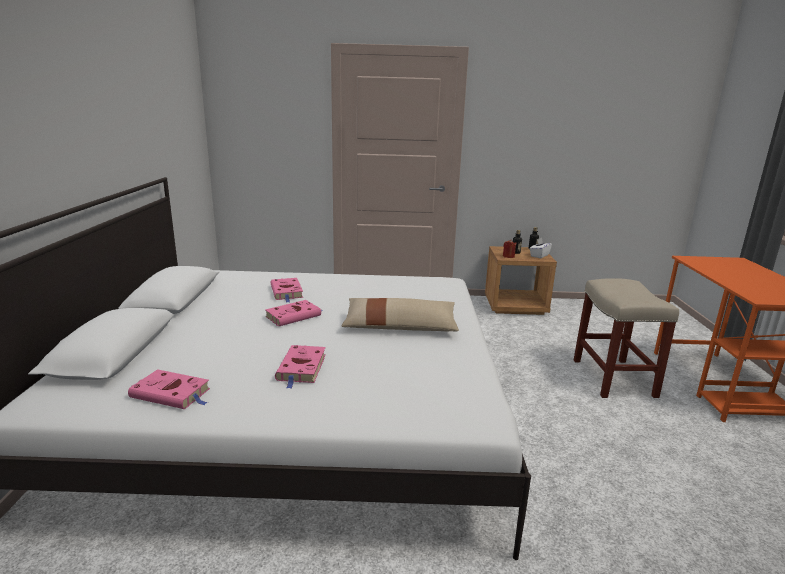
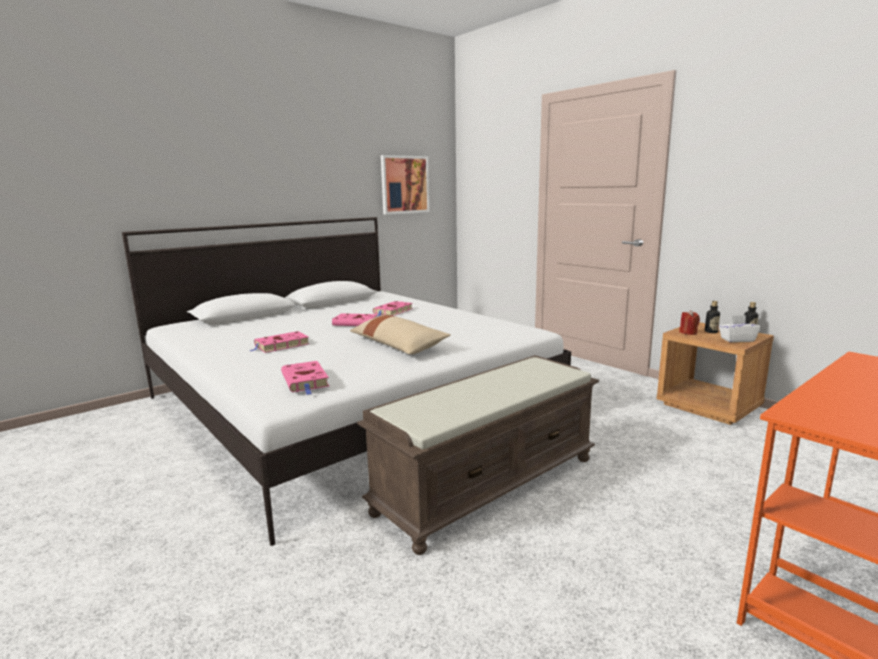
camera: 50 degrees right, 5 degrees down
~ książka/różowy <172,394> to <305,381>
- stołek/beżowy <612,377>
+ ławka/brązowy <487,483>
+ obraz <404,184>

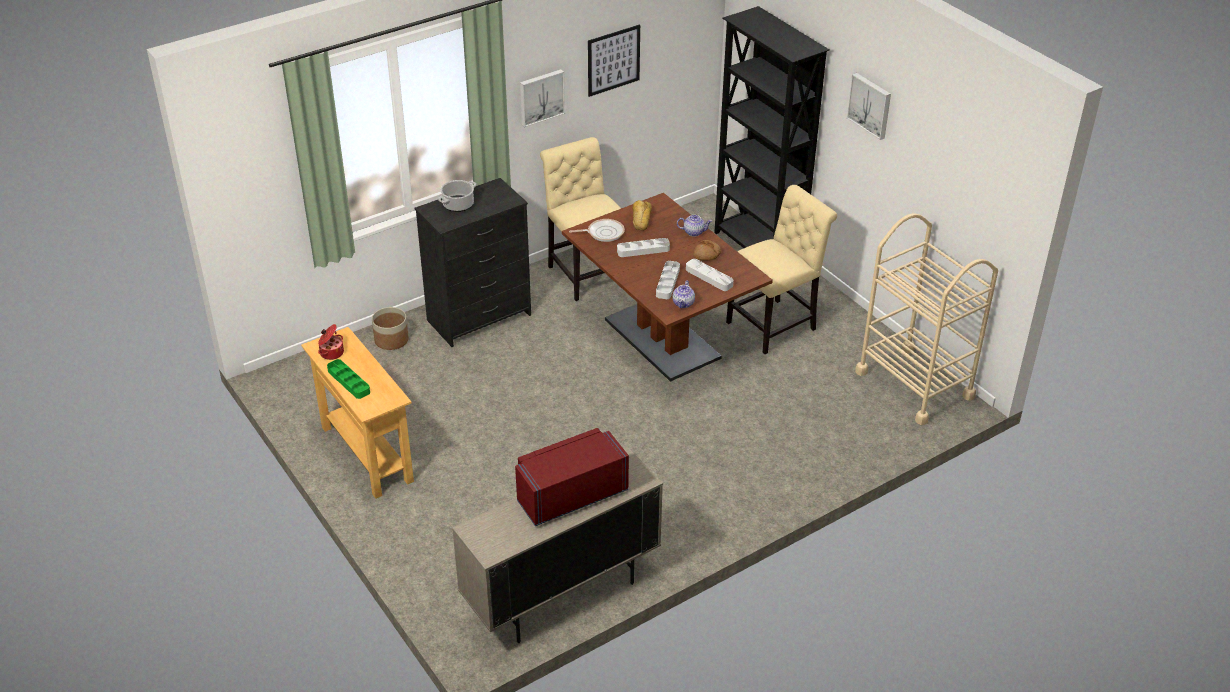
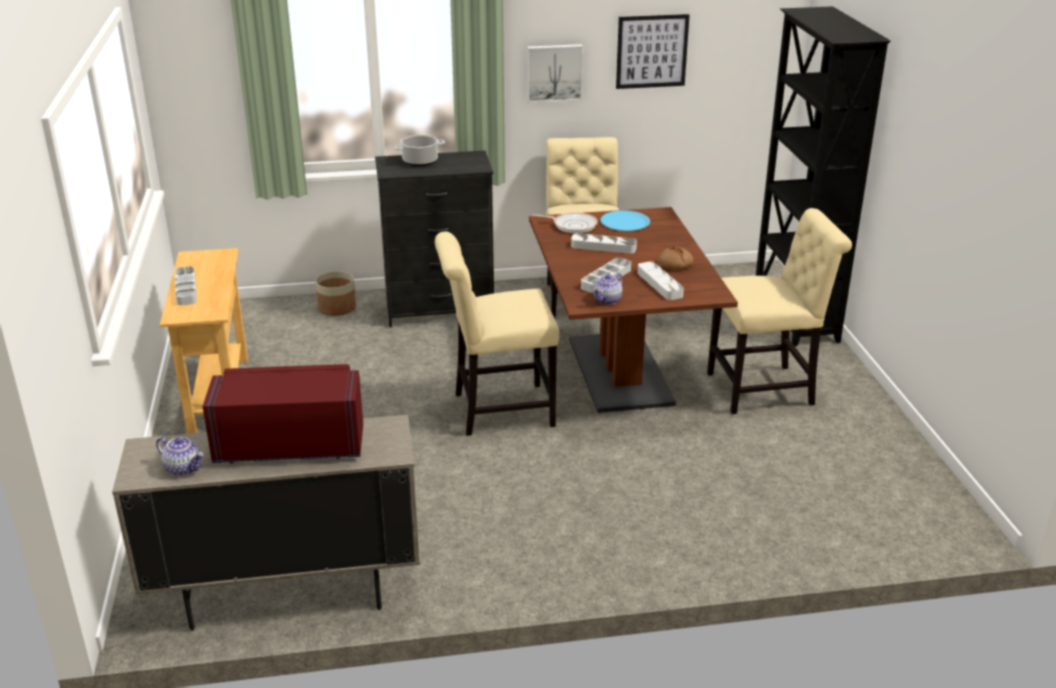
camera: 25 degrees right, 10 degrees down
- garnek <331,352>
~ taca/zielony <348,381> to taca/szary <186,289>
~ chleb <640,219> to talerz/niebieski <625,222>
~ imbryk <694,232> to <184,468>
- obraz <870,105>
- wózek/beżowy <914,384>
+ krzesło/beżowy <497,410>

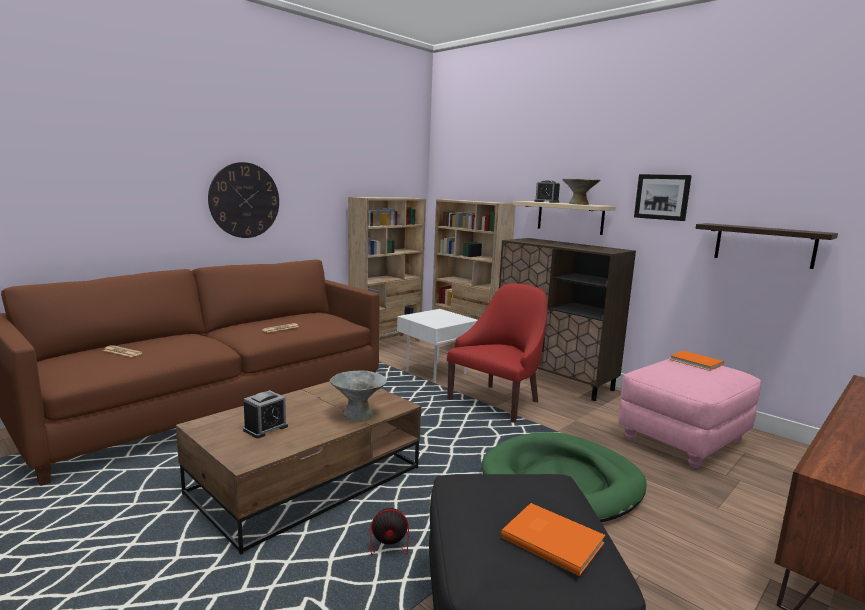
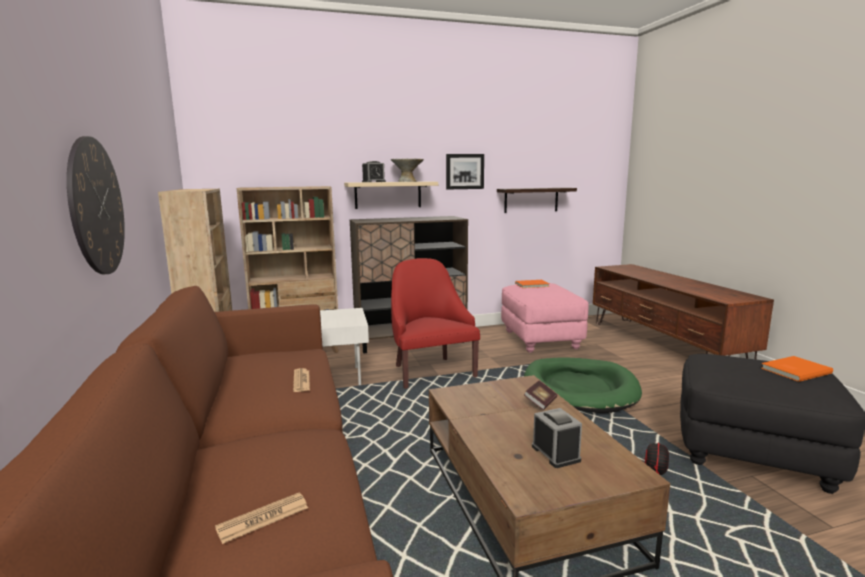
camera: 60 degrees left, 0 degrees up
~ miska/szary <358,414> to książka <540,402>

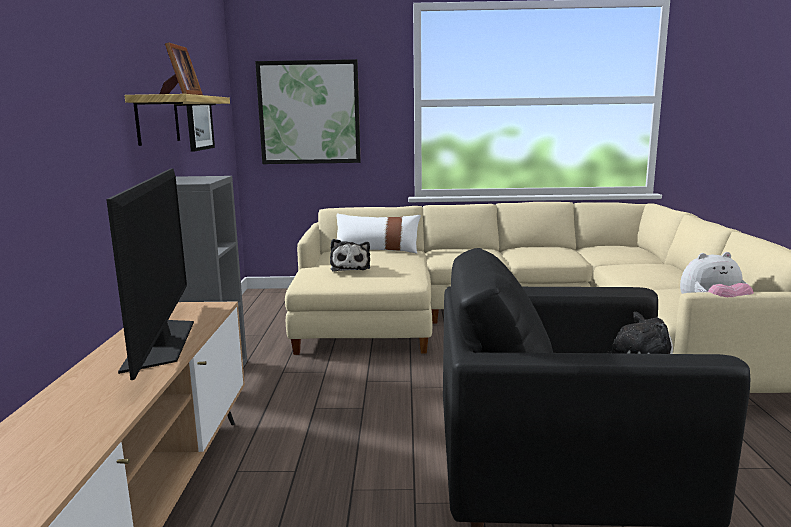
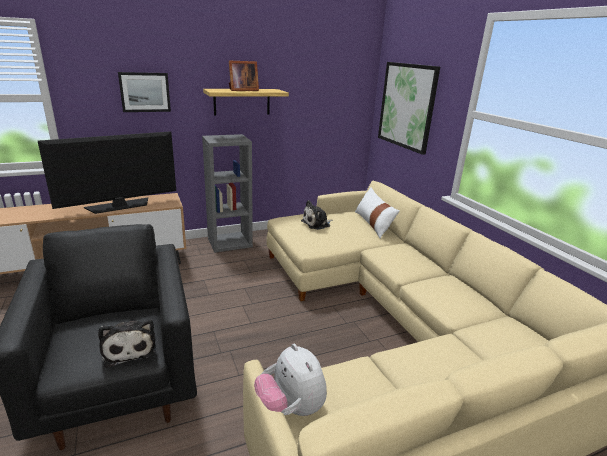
camera: 65 degrees right, 10 degrees up
~ obraz <198,123> to <145,92>

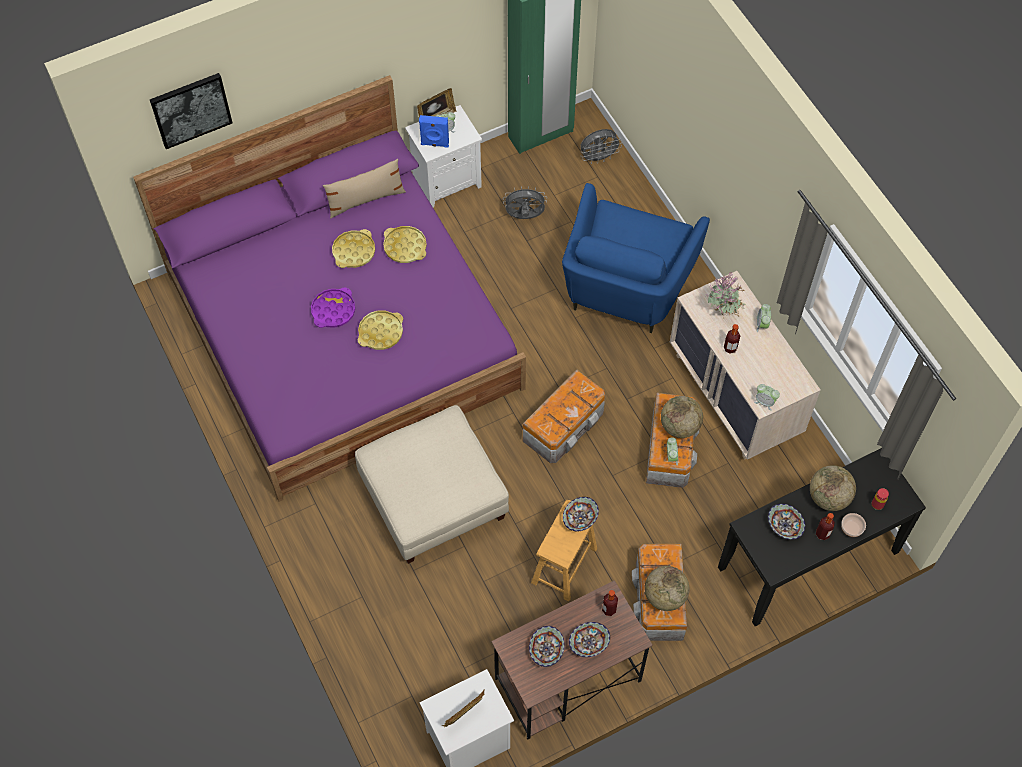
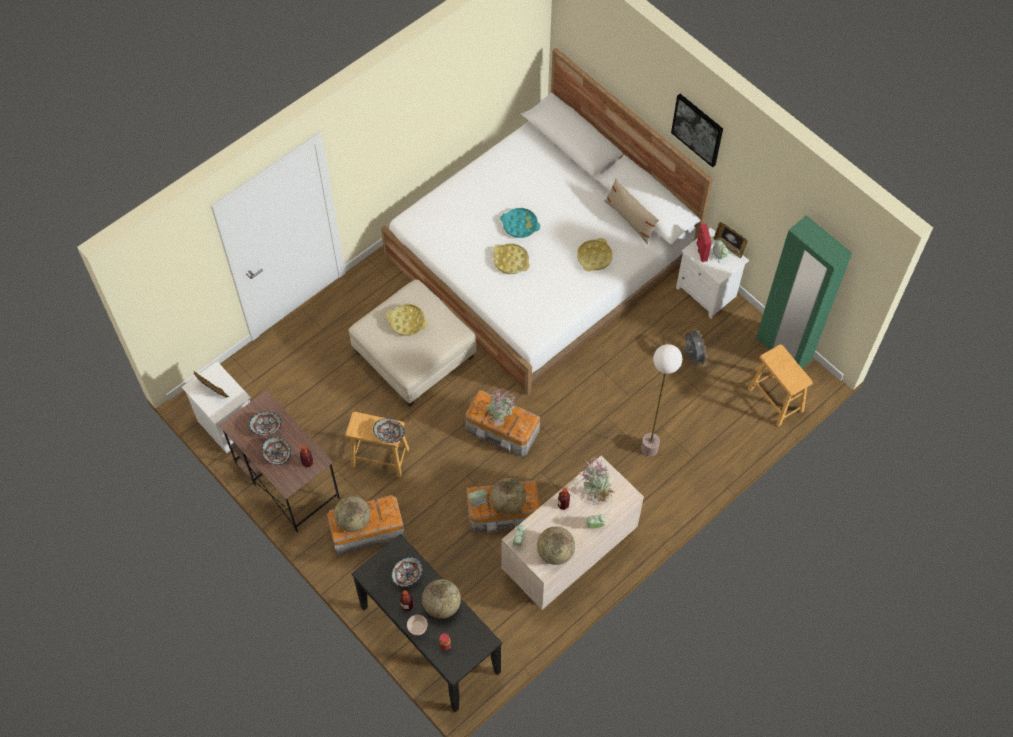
camera: 75 degrees right, 0 degrees up
~ łóżko/fioletowy <343,330> to łóżko/biały <541,258>
~ obraz <191,109> to <698,129>
~ taca/fioletowy <333,310> to taca/turkusowy <520,225>
~ taca/żółty <354,251> to <407,322>
~ głośnik/niebieski <434,144> to głośnik/czerwony <701,252>
~ fotel/niebieski <625,287> to lampa stojąca <649,448>
~ wentylator/szary <598,158> to stołek/brązowy <775,400>
+ roślina doniczkowa <500,418>
+ globus <555,552>

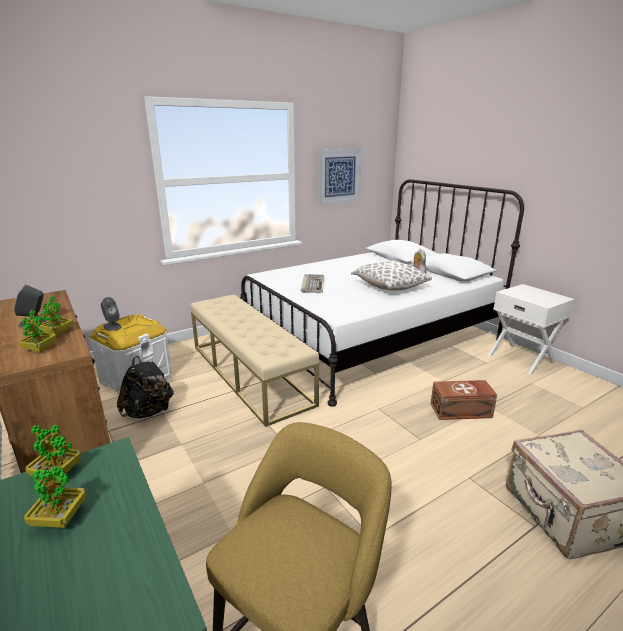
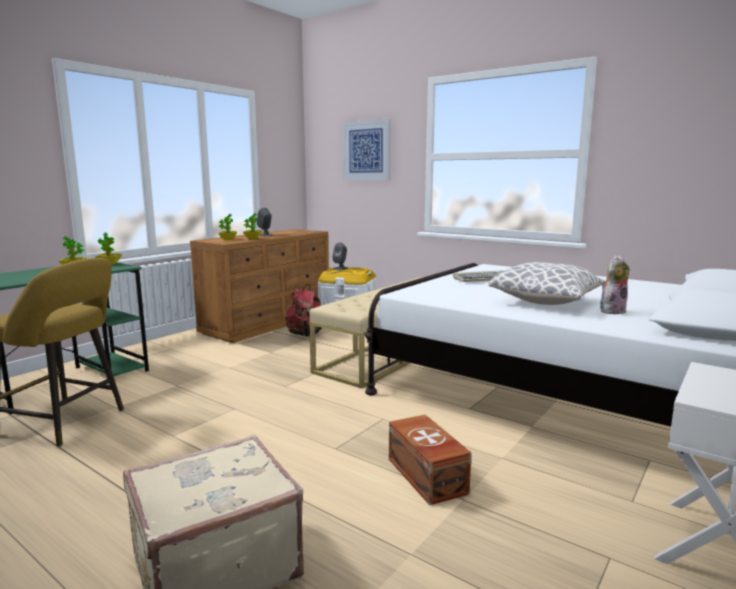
camera: 70 degrees right, 10 degrees down
~ plecak/czarny <148,412> to plecak/czerwony <305,335>
~ obraz <339,176> to <366,150>

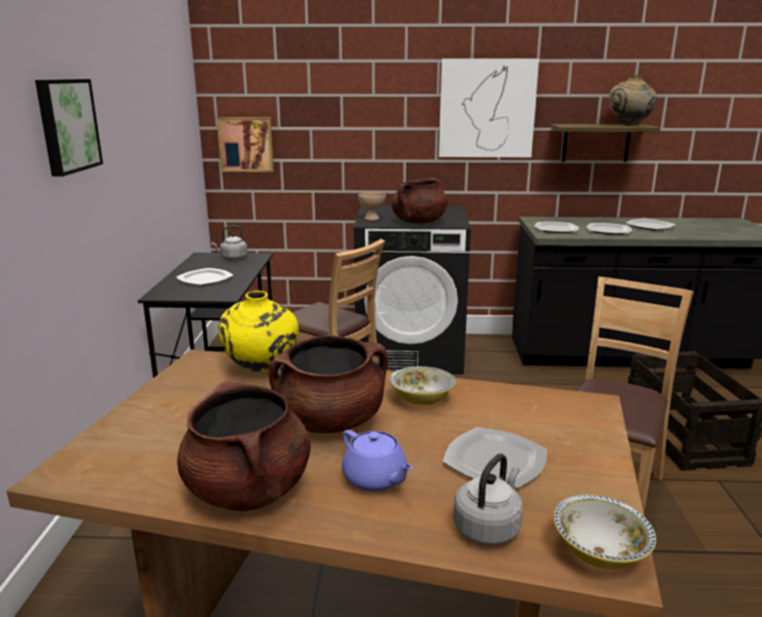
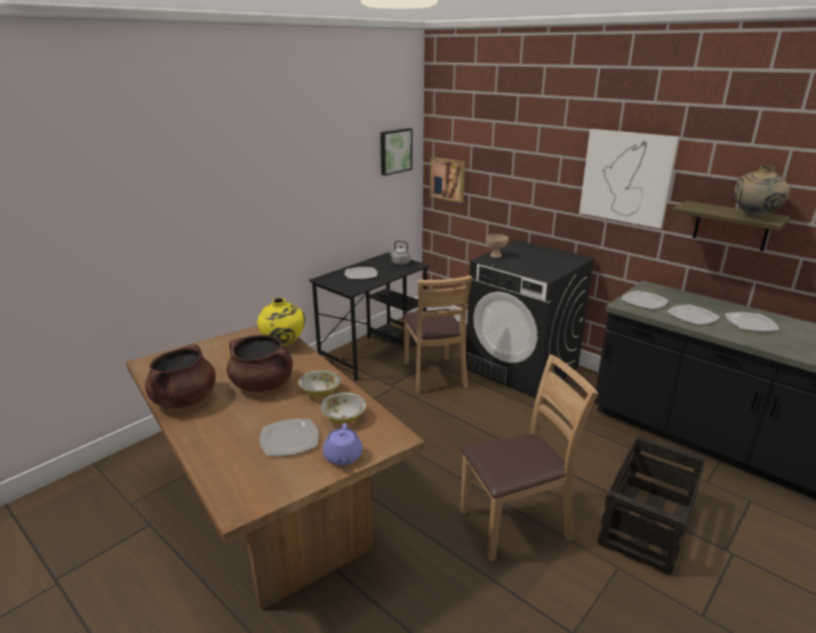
camera: 40 degrees right, 5 degrees up
~ obraz <66,125> to <395,151>
~ imbryk/fioletowy <375,479> to <342,457>
- garnek/brązowy <419,222>
- czajnik/szary <488,527>
~ miska <599,552> to <344,418>

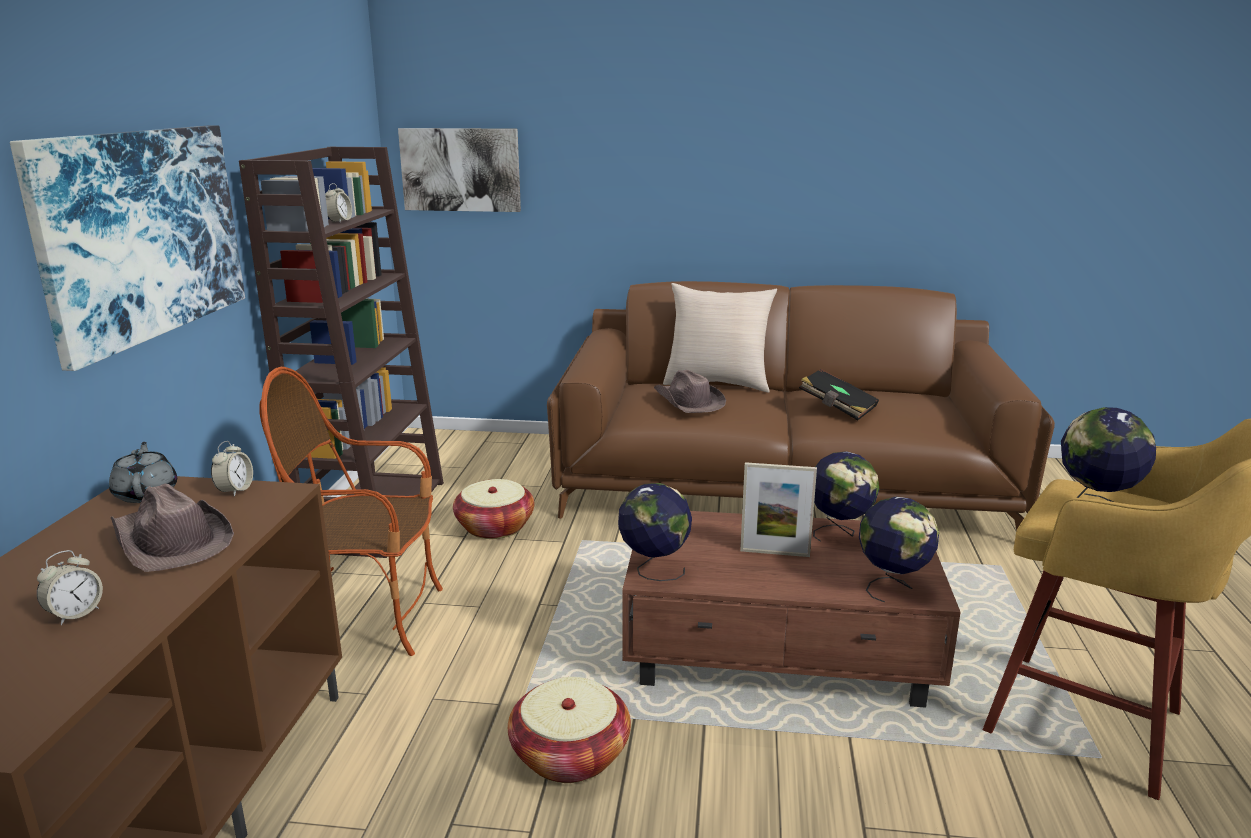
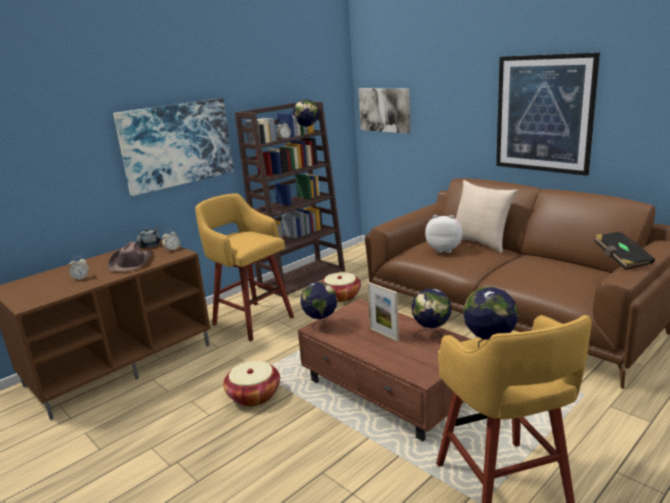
camera: 40 degrees right, 0 degrees up
~ fotel <369,618> to stołek/żółty <251,320>
~ kapelusz/brązowy <688,401> to pluszak <444,249>
~ książka/czarny <837,408> to <621,259>
~ globus <892,587> to <307,133>
+ obraz <543,114>

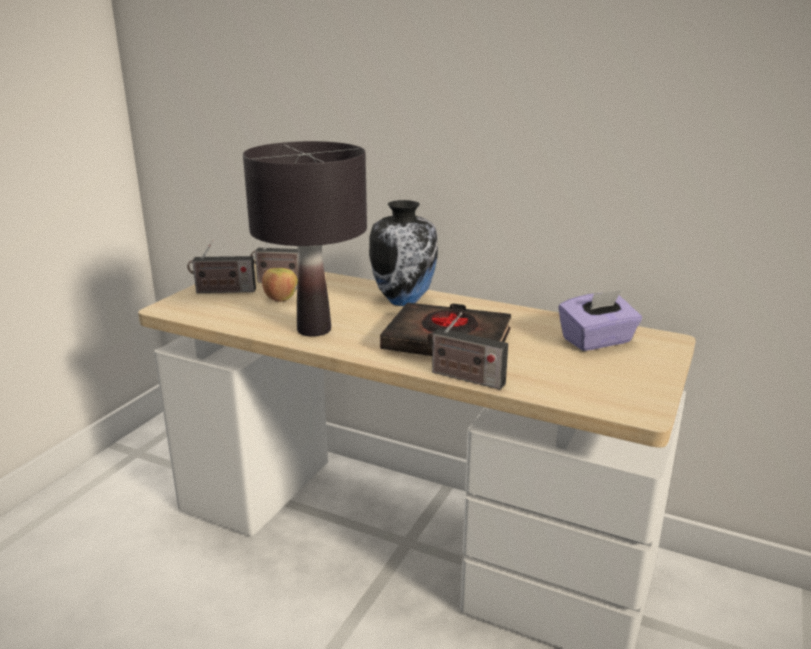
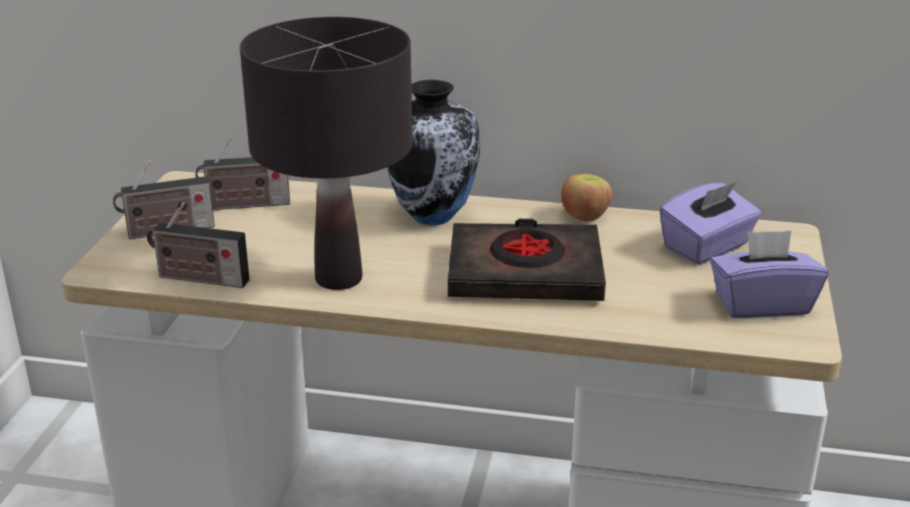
camera: 15 degrees left, 5 degrees up
~ jabłko <281,298> to <585,216>
~ radio <464,377> to <199,279>
+ pudełko chusteczek/fioletowy <761,304>

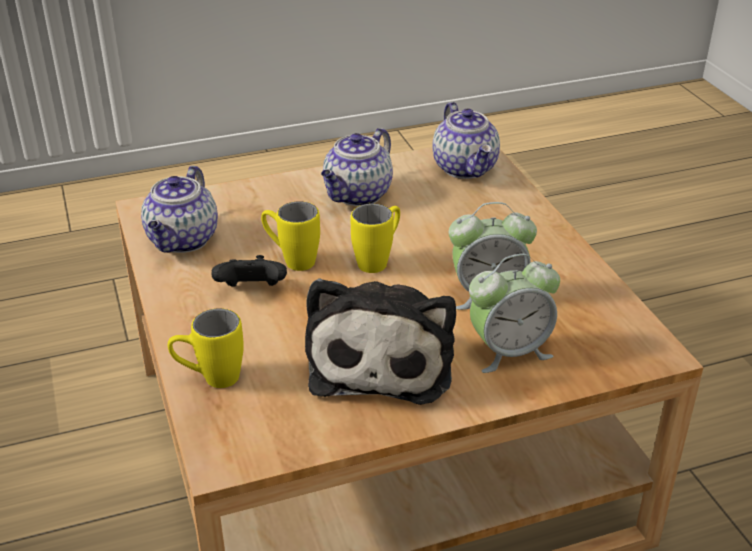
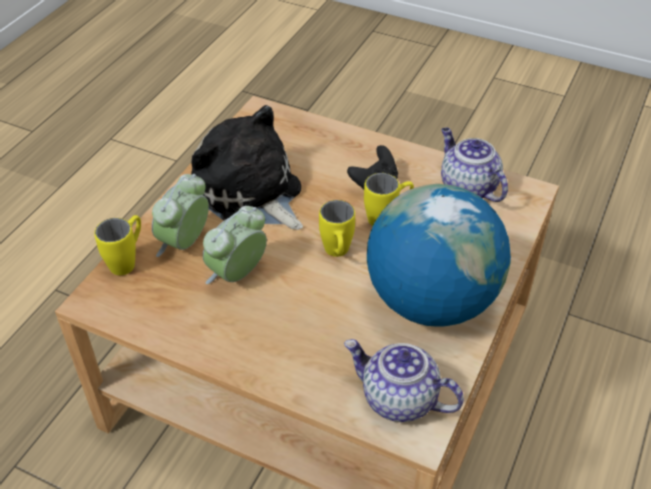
camera: 135 degrees right, 10 degrees up
~ kubek/żółty <210,379> to <128,260>
~ imbryk <357,195> to globus <431,300>

